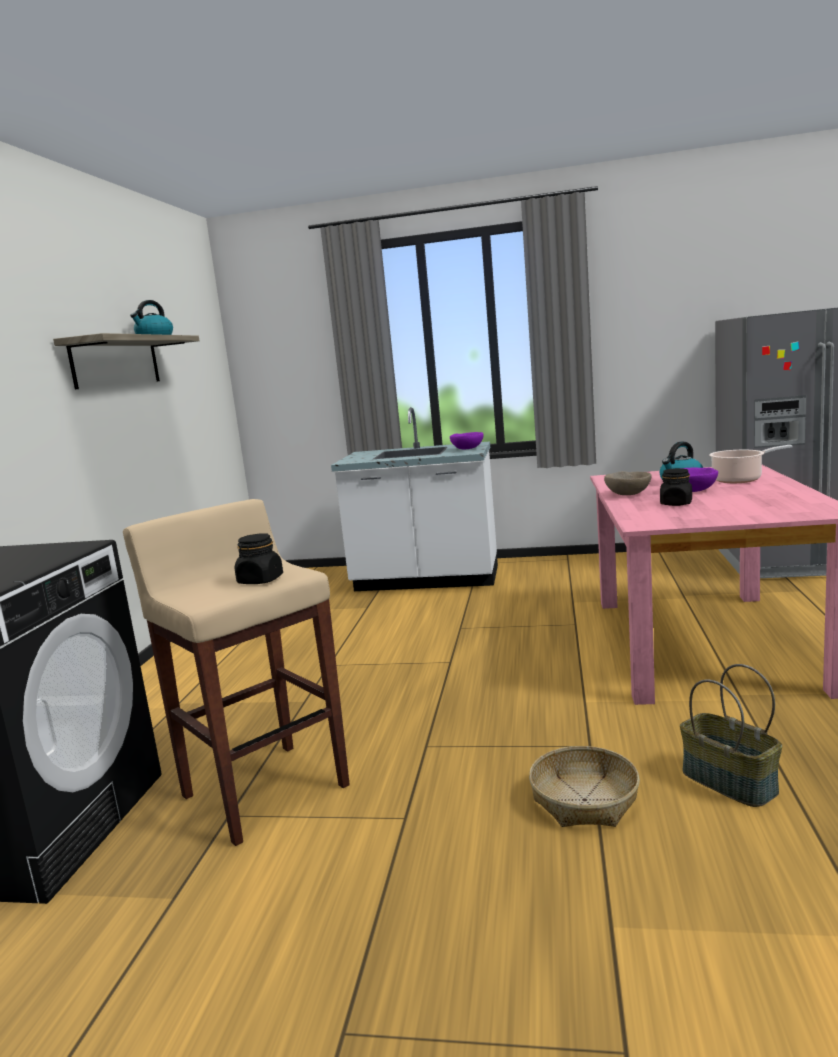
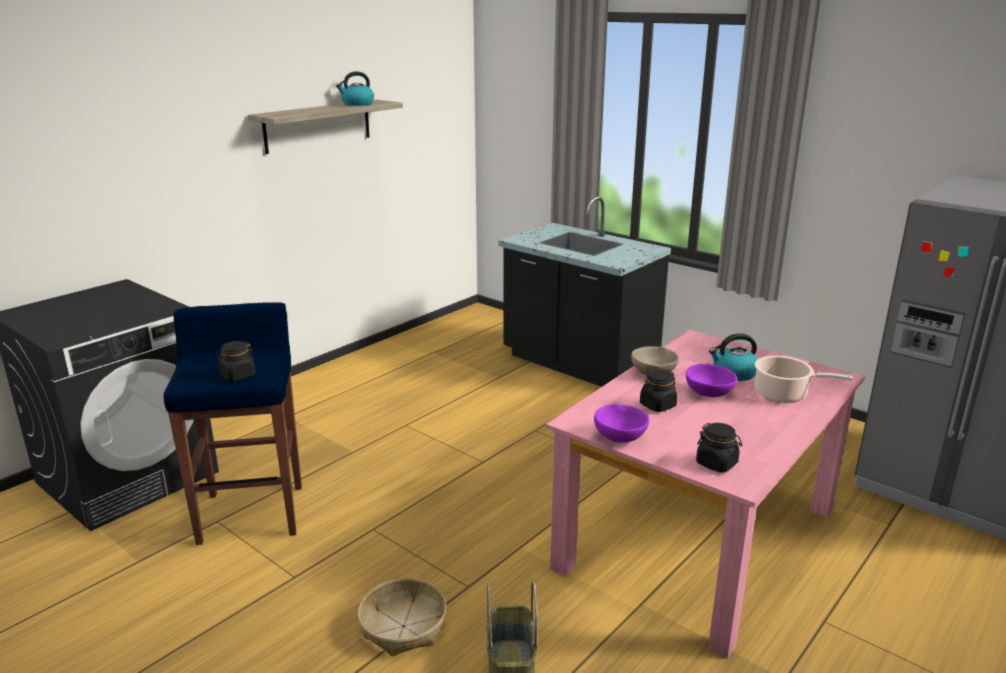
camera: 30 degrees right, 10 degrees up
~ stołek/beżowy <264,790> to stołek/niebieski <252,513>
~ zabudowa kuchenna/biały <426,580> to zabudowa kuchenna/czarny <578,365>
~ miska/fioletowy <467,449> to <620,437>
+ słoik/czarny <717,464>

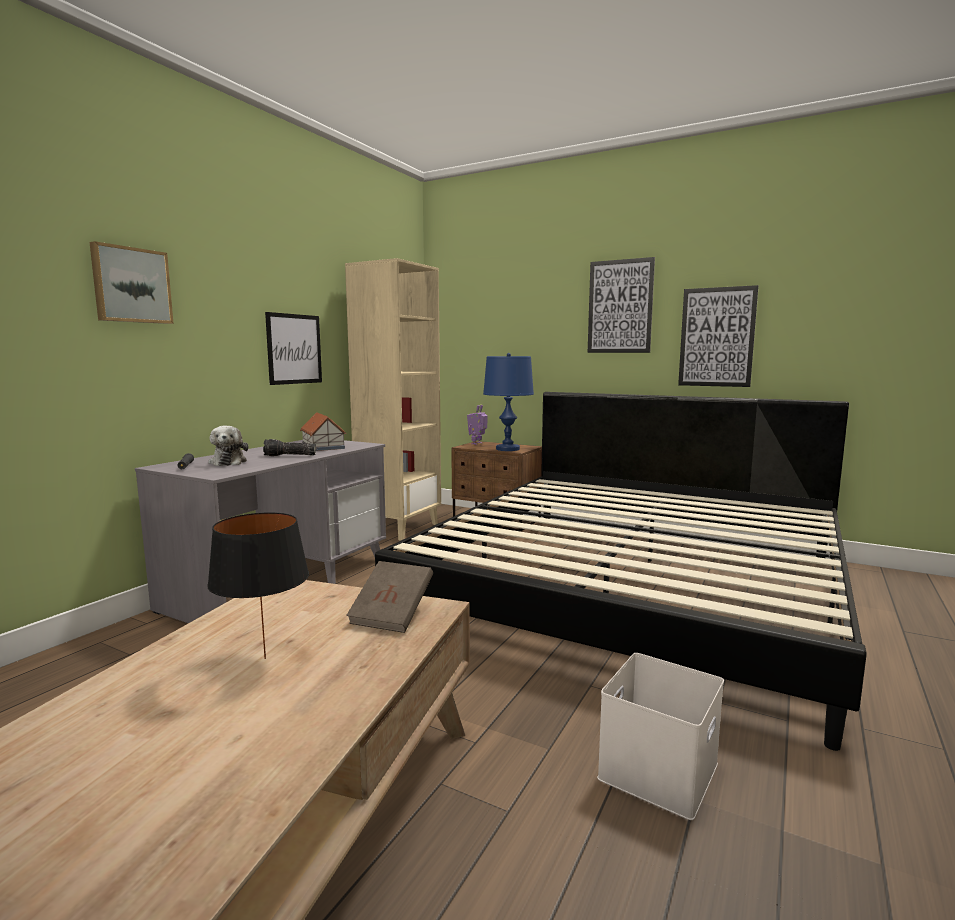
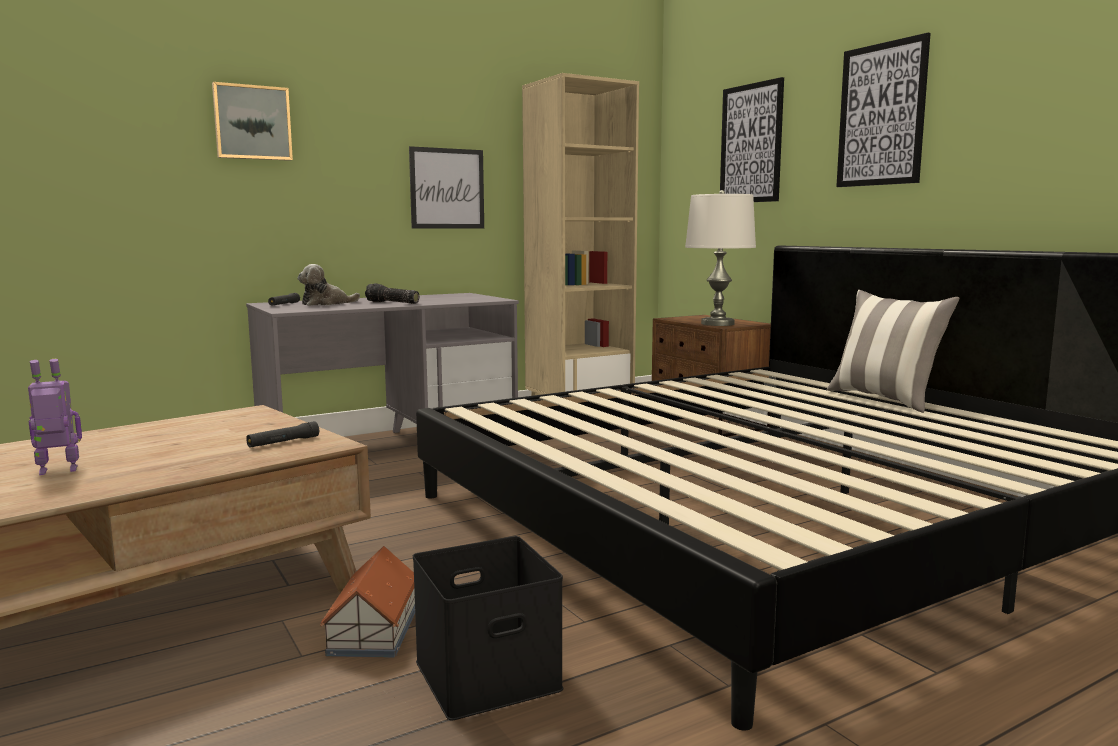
camera: 30 degrees right, 0 degrees up
- lampa stołowa/czarny <264,659>
~ pluszak <228,462> = <326,304> 45 degrees clockwise
~ domek <323,446> to <373,631>
~ książka/brązowy <392,614> to latarka/czarny <283,442>
~ robot zabawkowy <477,443> to <58,471>
~ lampa stołowa/niebieski <507,449> to lampa stołowa/biały <717,324>
~ pojemnik do przechowywania/biały <659,773> to pojemnik do przechowywania/czarny <485,677>
~ obraz <717,337> to <751,143>
+ poduszka <885,400>

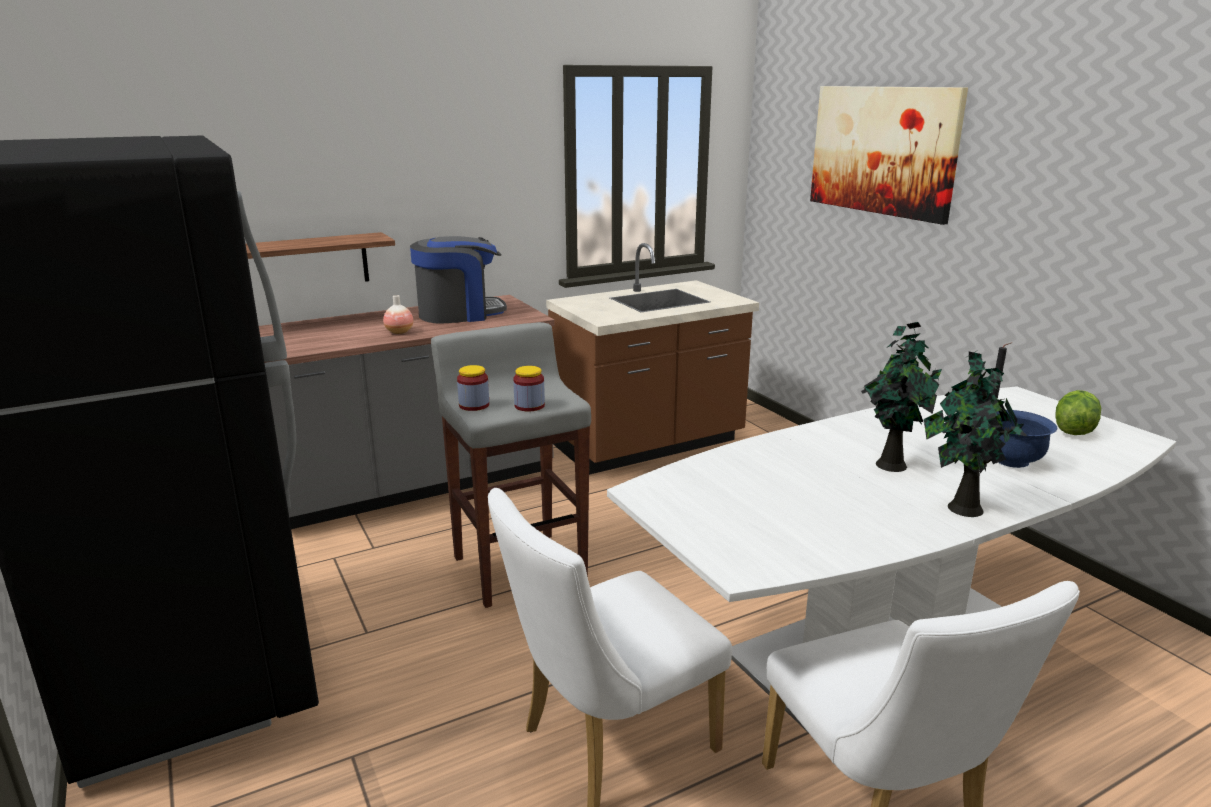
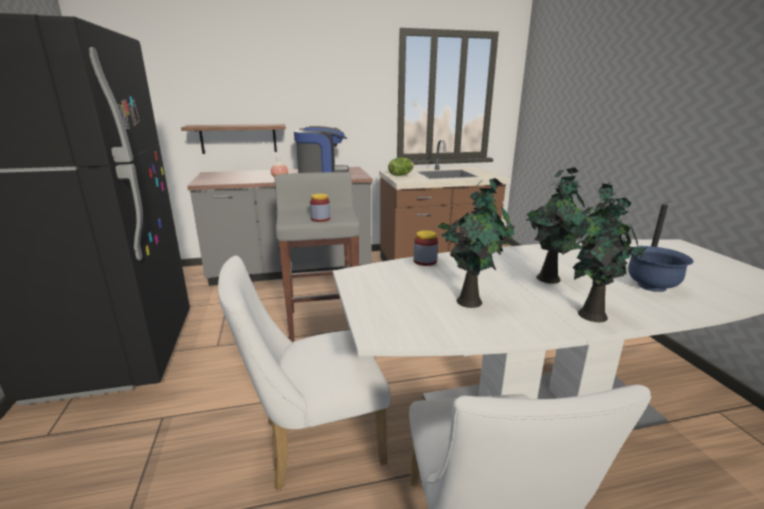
camera: 15 degrees right, 0 degrees up
~ słoik <474,405> to <425,261>
- obraz <882,150>
~ sałata <1073,430> to <400,175>
+ roślina doniczkowa <470,300>

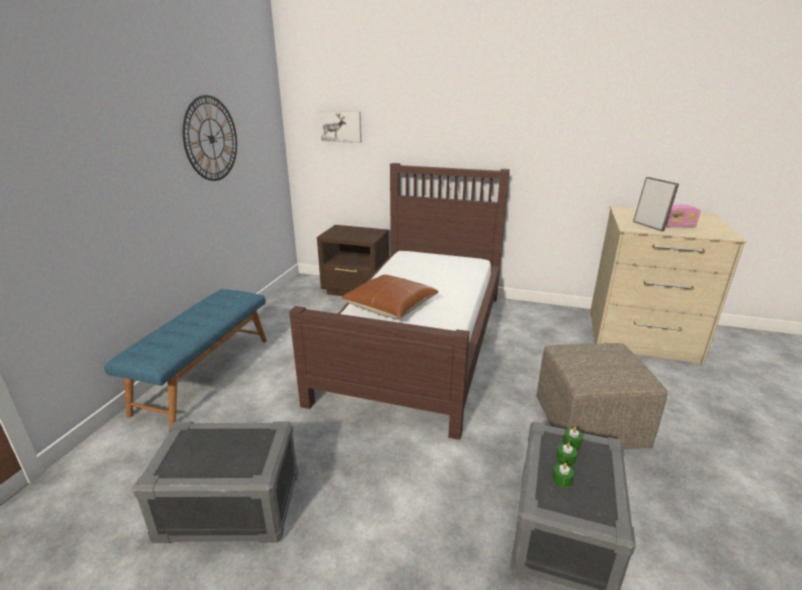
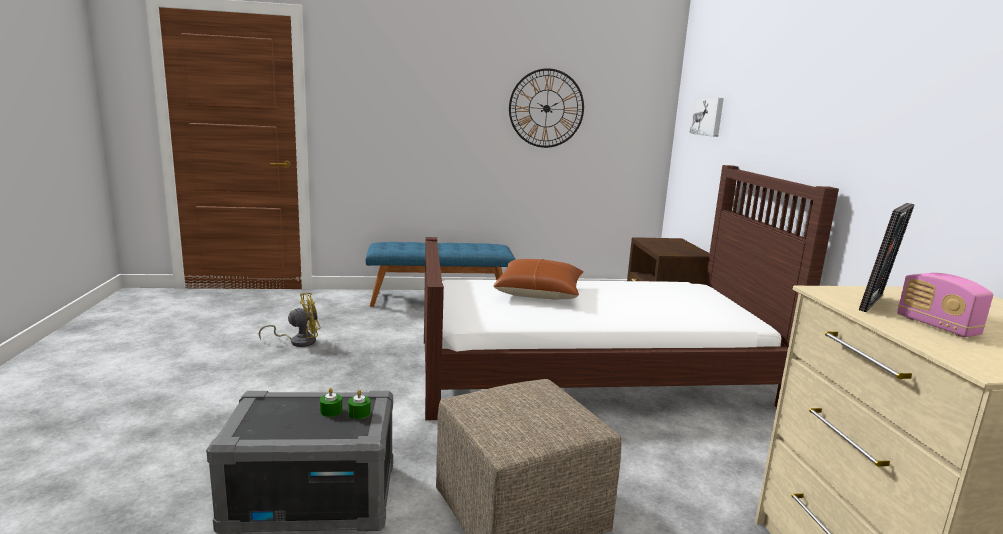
camera: 65 degrees right, 10 degrees down
~ pojemnik do przechowywania/szary <229,506> to wentylator/żółty <298,341>
- świeca/zielony <562,480>

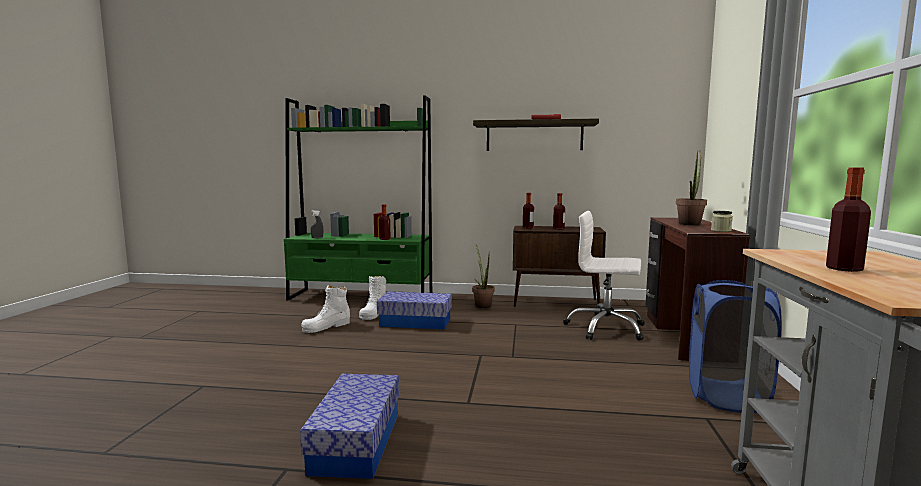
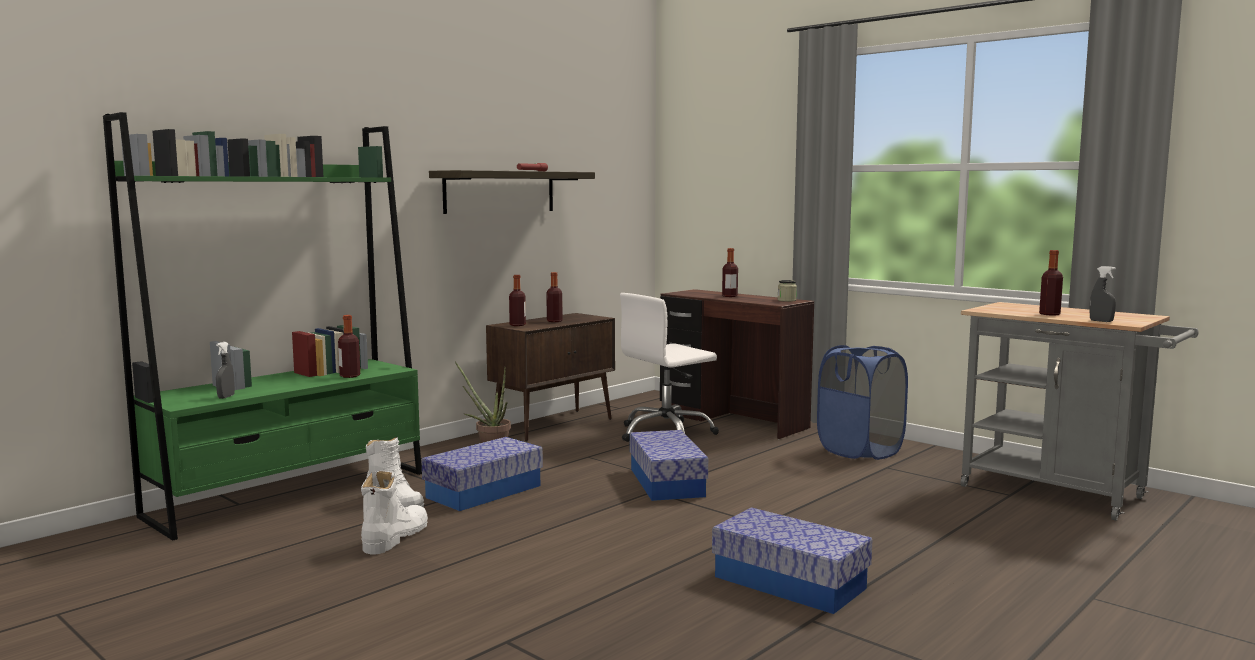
camera: 55 degrees left, 0 degrees up
~ but z cholewką/biały <326,326> = <395,537> 150 degrees counterclockwise
~ roślina doniczkowa <690,223> to butelka <729,296>
+ pojemnik do przechowywania <667,482>
+ spryskiwacz/szary <1101,321>

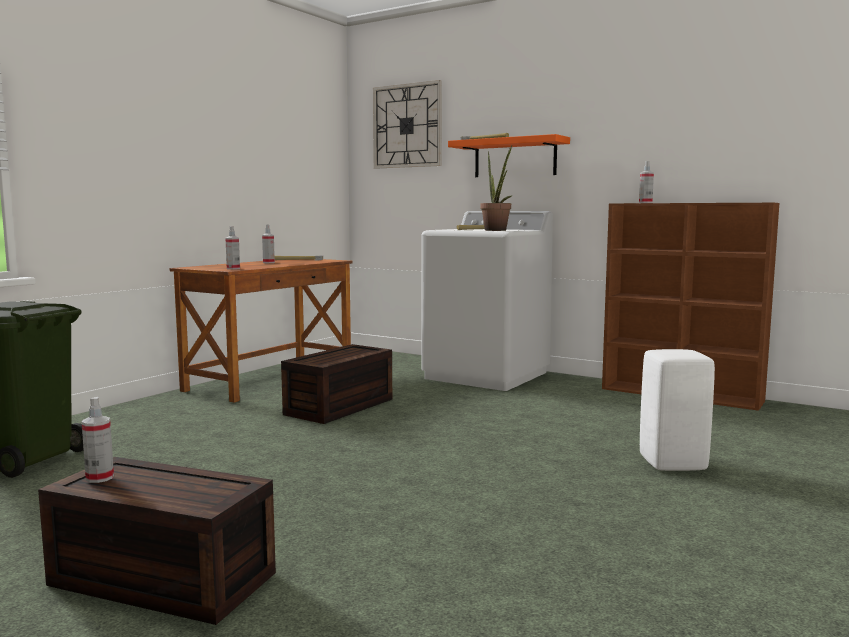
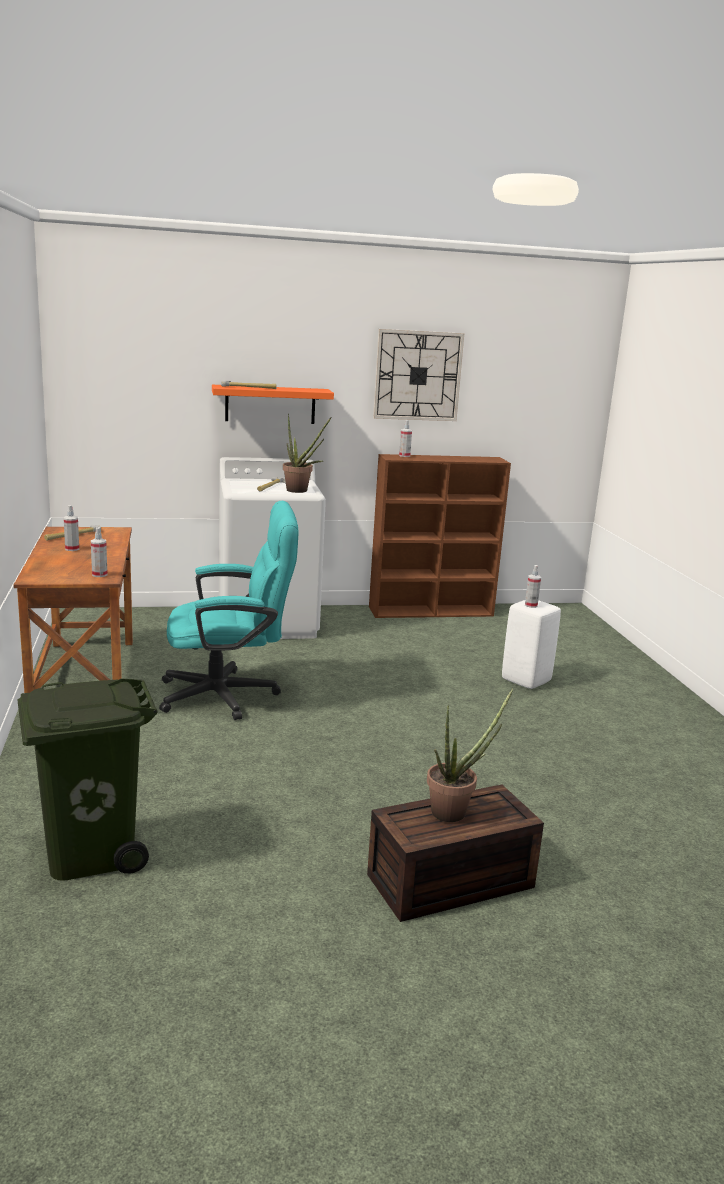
camera: 45 degrees left, 10 degrees up
~ spryskiwacz <100,478> to <531,605>
~ pojemnik do przechowywania/brązowy <339,407> to krzesło biurowe/turkusowy <230,695>
~ zegar ścienny <407,126> to <417,375>
+ roślina doniczkowa <455,811>

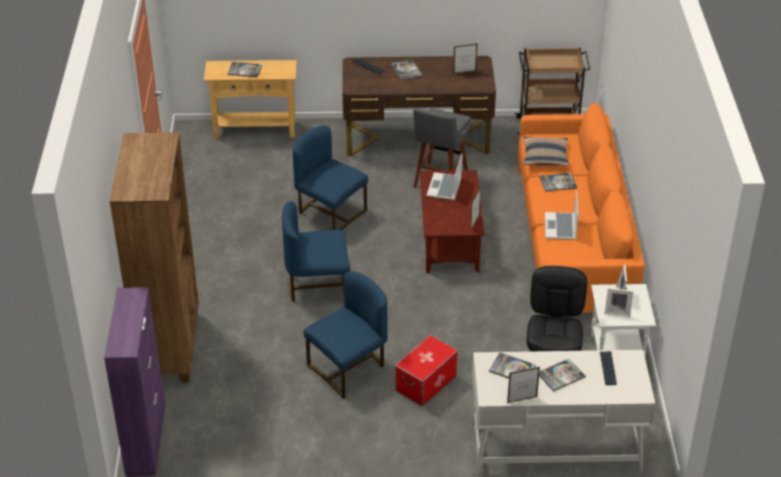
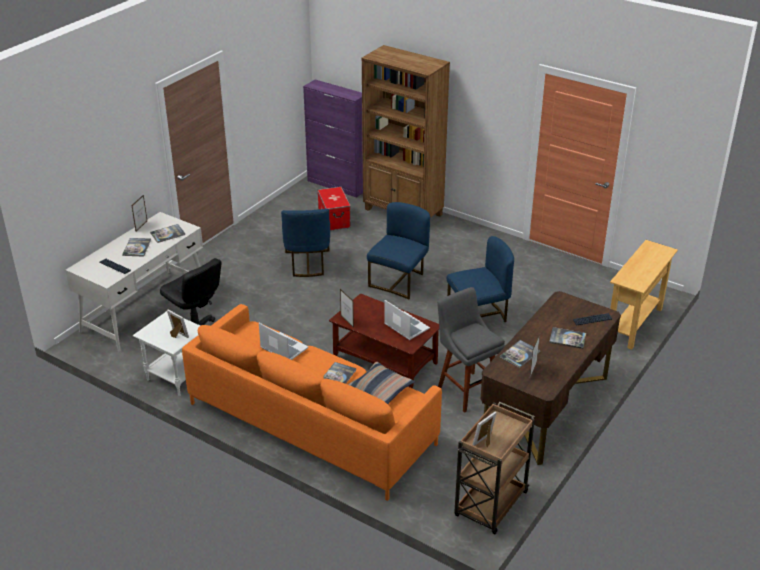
camera: 125 degrees right, 5 degrees down
~ książka <244,70> to <519,354>
~ pojemnik do przechowywania <426,383> to <334,219>
~ ramka na zdjęcie <617,312> to <485,442>

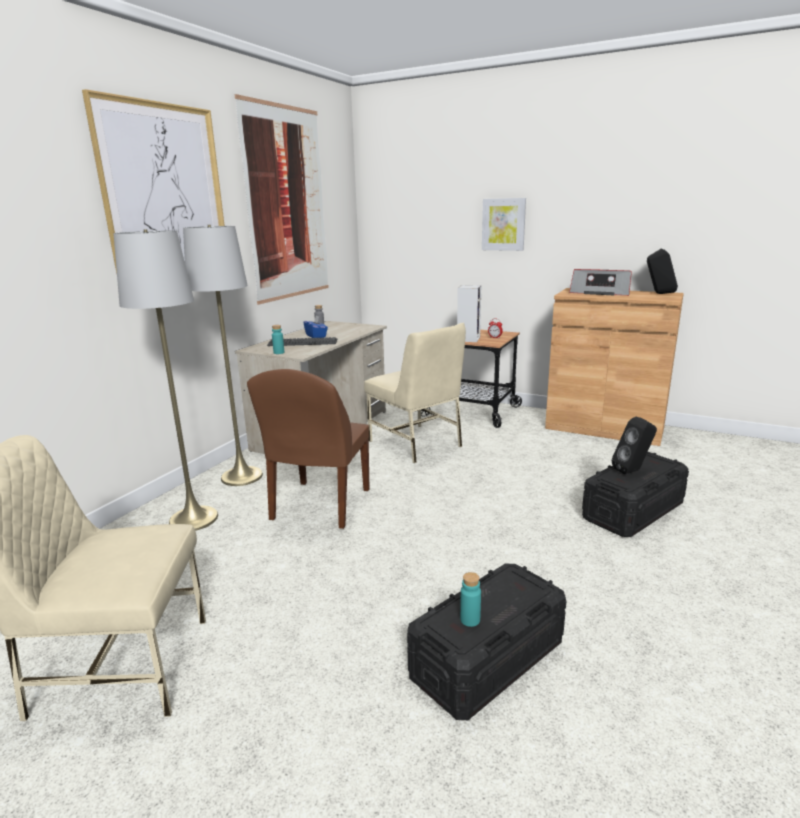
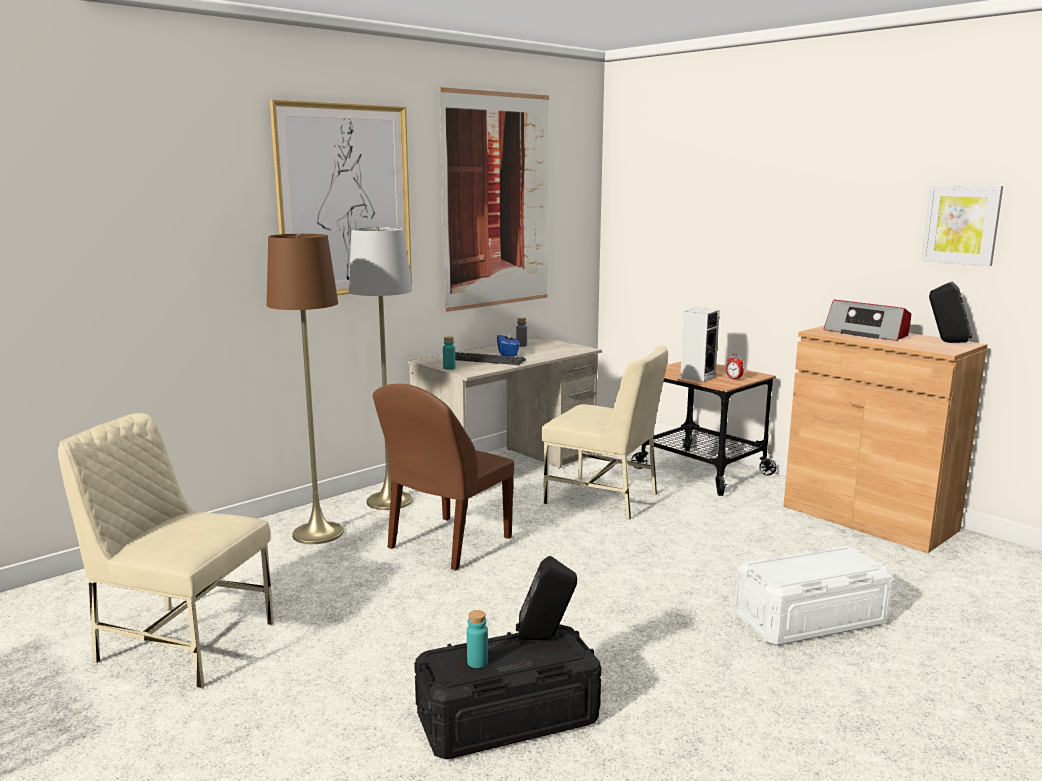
camera: 20 degrees right, 5 degrees down
~ lampa stojąca/szary <193,519> to lampa stojąca/brązowy <318,533>
~ krzesło/beżowy <416,444> = <603,498> 45 degrees counterclockwise
~ obraz <503,224> to <961,224>
~ pojemnik do przechowywania/czarny <633,511> to pojemnik do przechowywania/biały <810,619>
~ głośnik/czarny <632,471> to <546,638>

